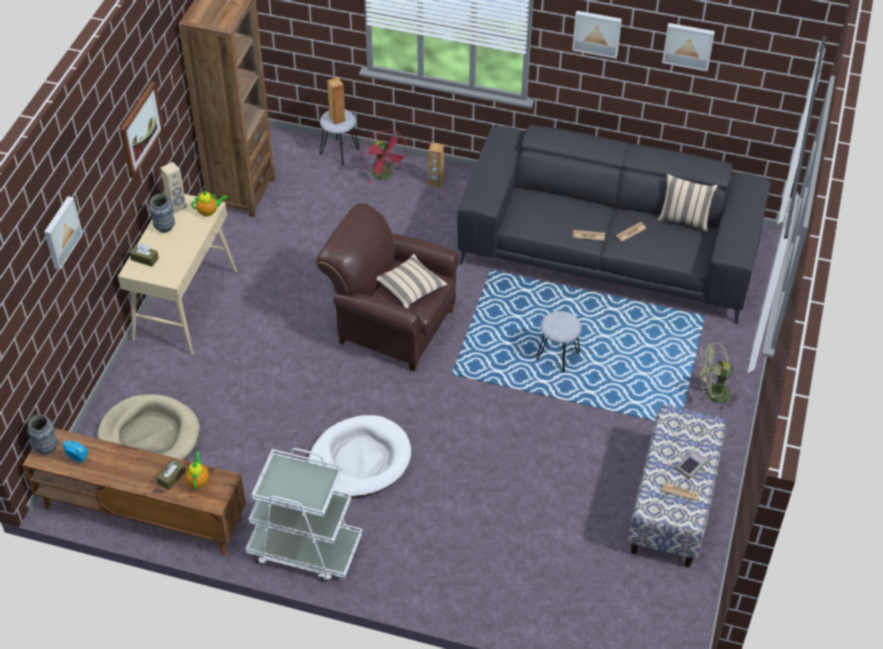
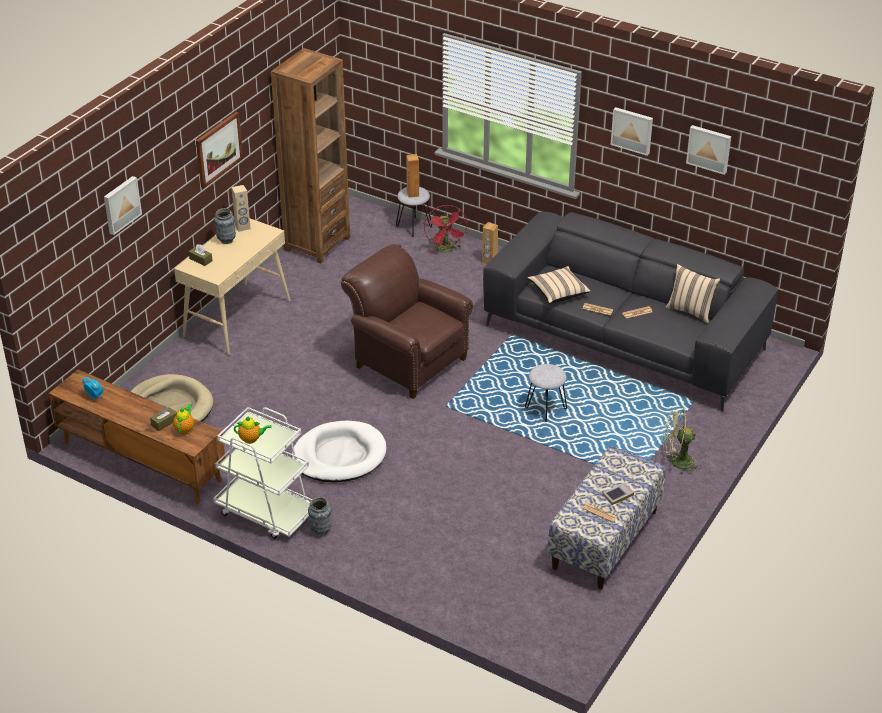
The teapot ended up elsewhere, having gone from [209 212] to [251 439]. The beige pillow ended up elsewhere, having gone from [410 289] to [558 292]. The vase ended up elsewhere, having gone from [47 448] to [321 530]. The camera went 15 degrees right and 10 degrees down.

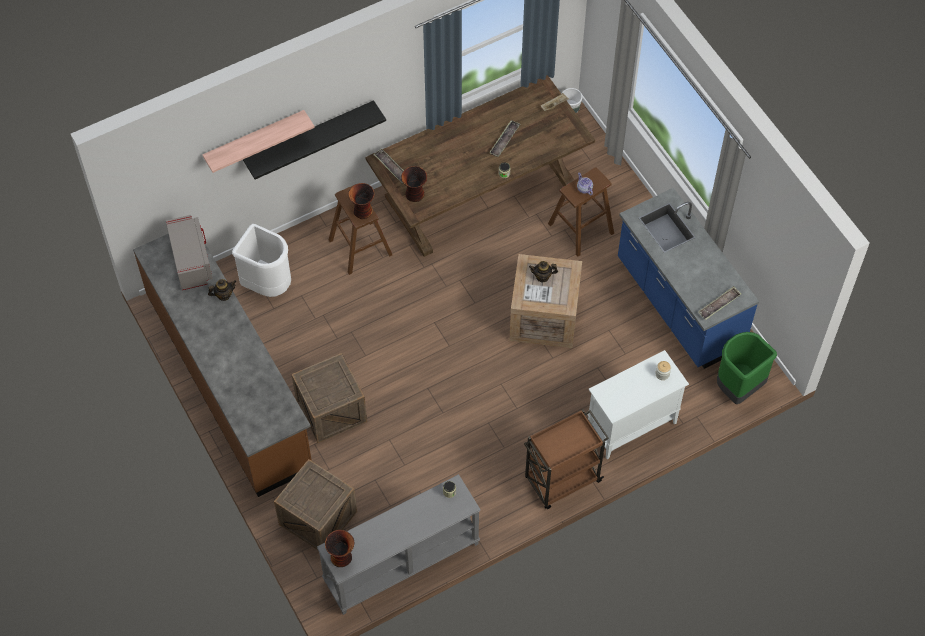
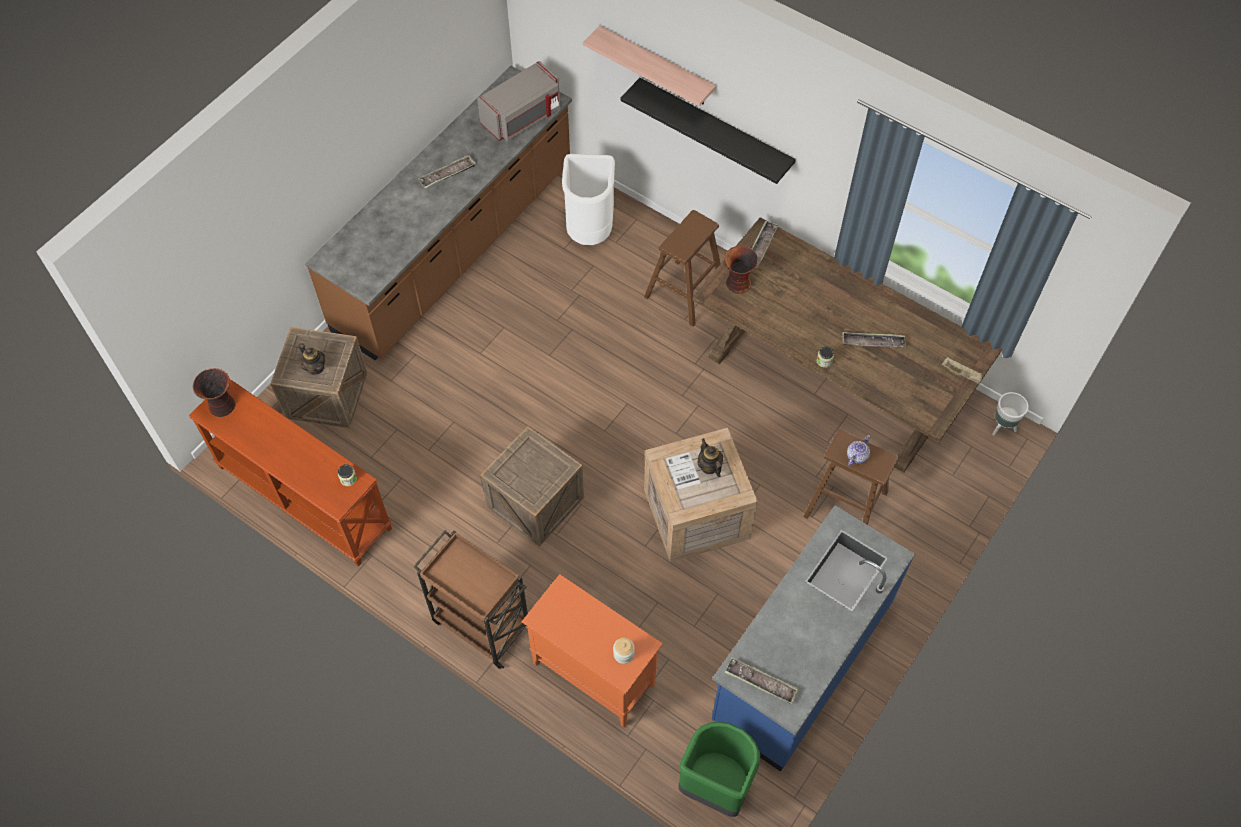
The second view lost the vase at [362 211]. The teapot ended up elsewhere, having gone from [223 295] to [315 367]. What was the white cabinet at [630 426] turned into the orange cabinet at [592 674]. The crate ended up elsewhere, having gone from [331 410] to [535 502]. What was the grey console table at [401 563] turned into the brown console table at [303 498]. The second view gained the tray at [447 174]. The camera went 65 degrees right and 0 degrees up.

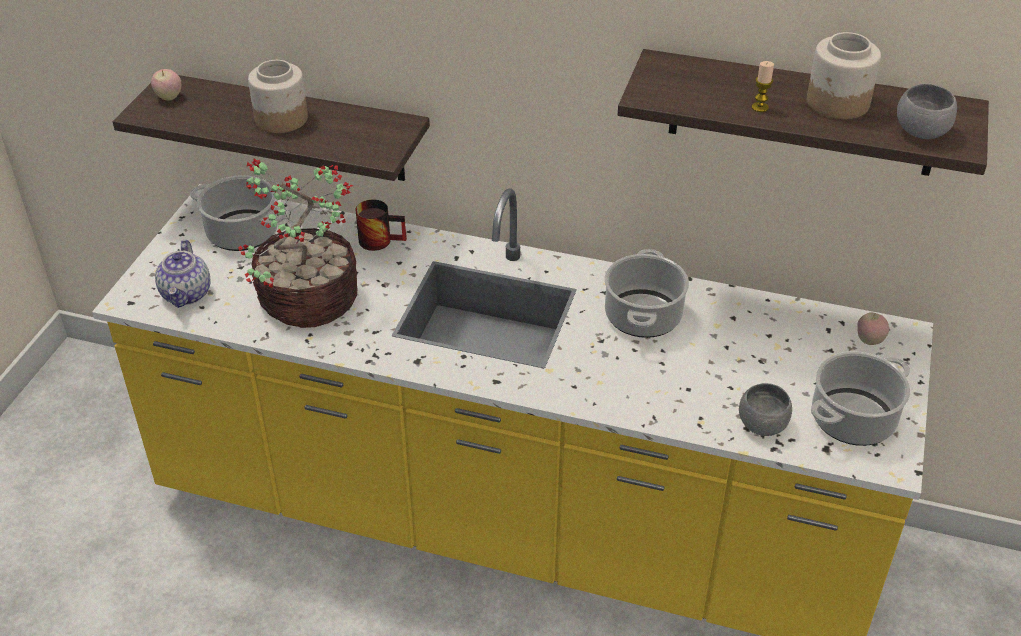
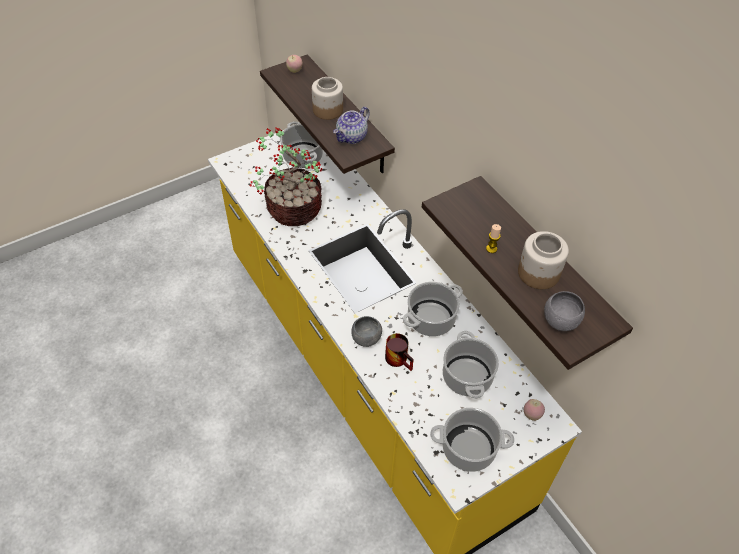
The mug ended up elsewhere, having gone from [381 239] to [400 359]. The teapot ended up elsewhere, having gone from [187 294] to [352 137]. The grey bowl ended up elsewhere, having gone from [762 425] to [366 338]. The second view gained the cooking pot at [466 376]. The camera went 40 degrees right and 10 degrees up.

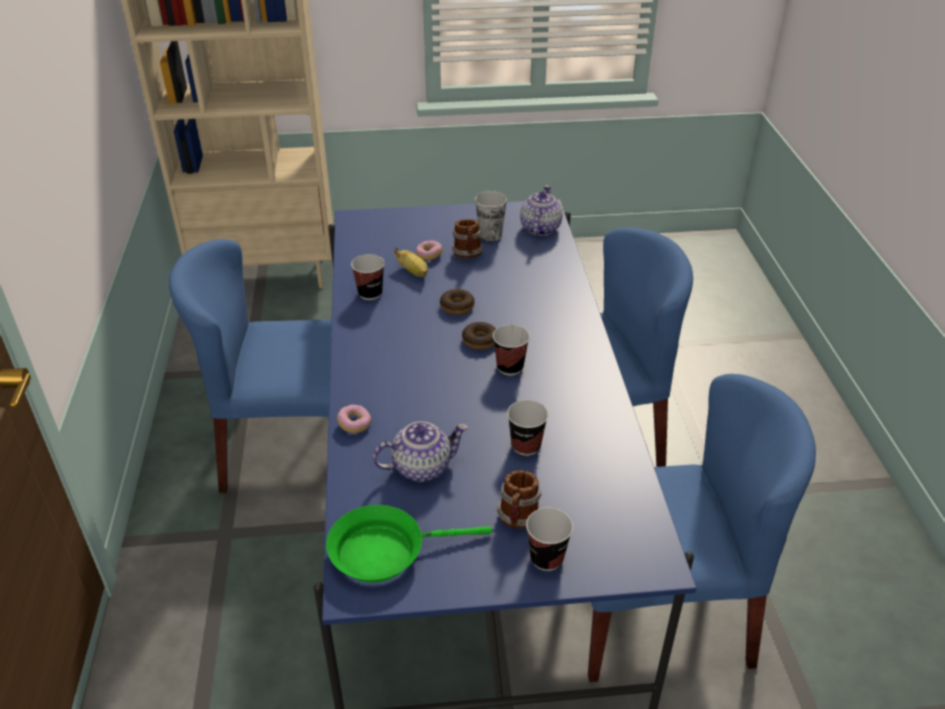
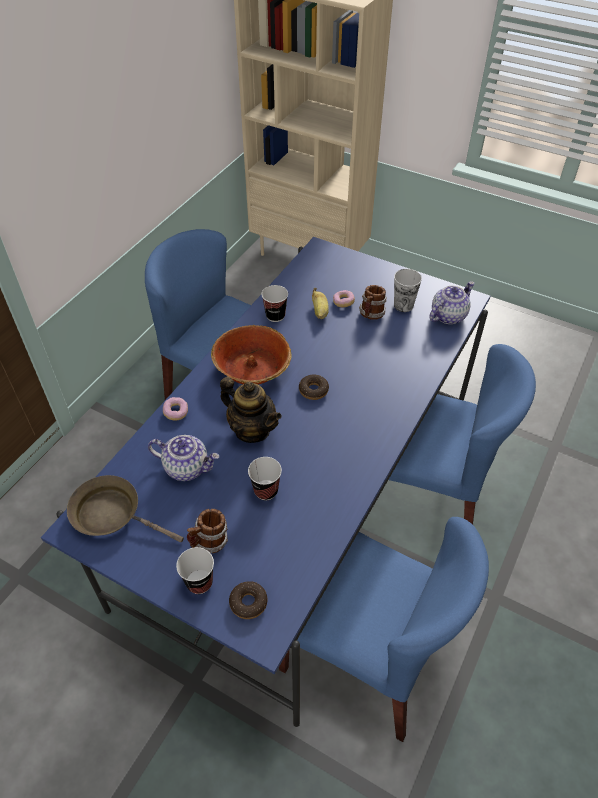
The donut ended up elsewhere, having gone from [457 306] to [248 603]. The second view lost the cup at [510 367]. What was the green frying pan at [385 551] turned into the brown frying pan at [112 514]. The second view gained the bowl at [252 369]. The second view gained the teapot at [252 430]. The camera went 35 degrees right and 10 degrees up.

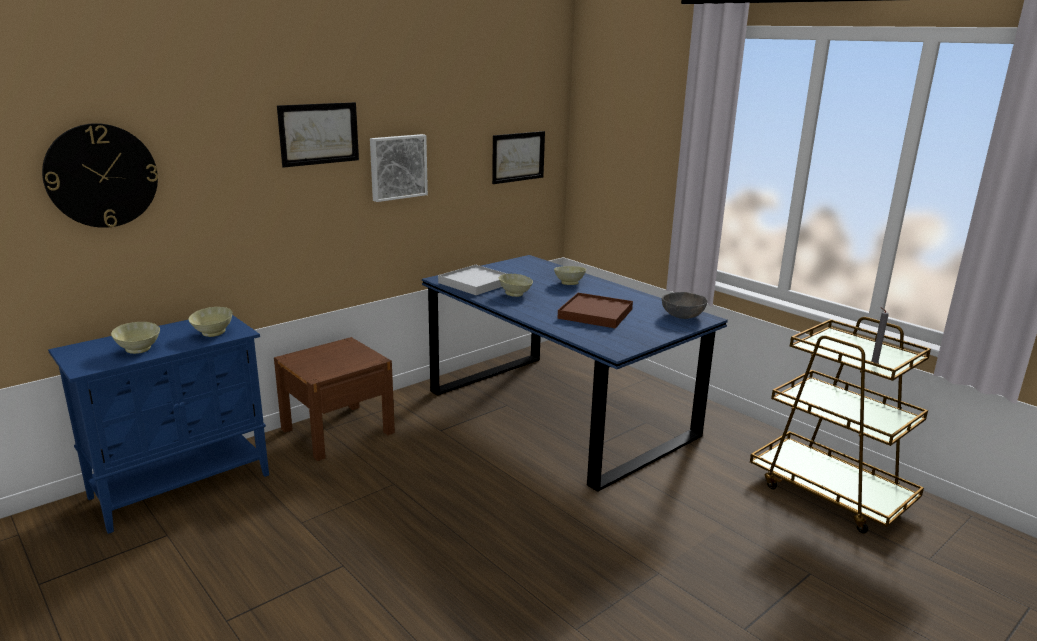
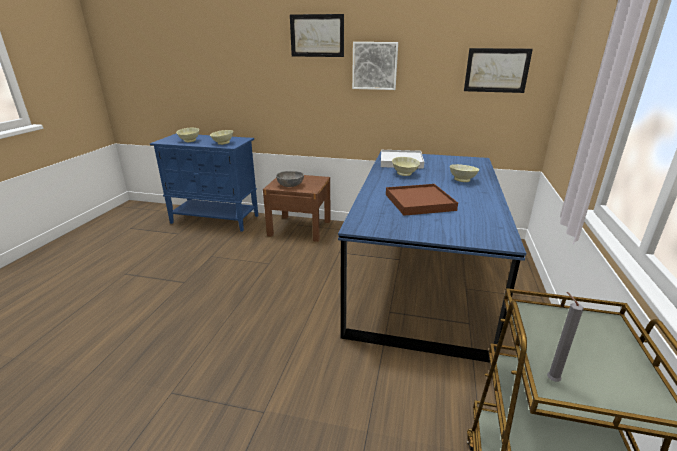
The second view lost the wall clock at [101 176]. The grey bowl ended up elsewhere, having gone from [683 316] to [290 185]. The camera went 55 degrees right and 5 degrees up.

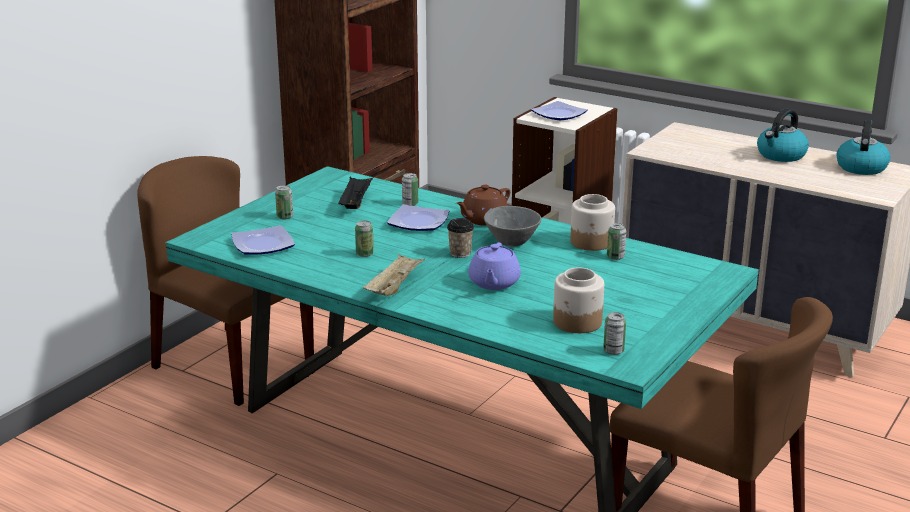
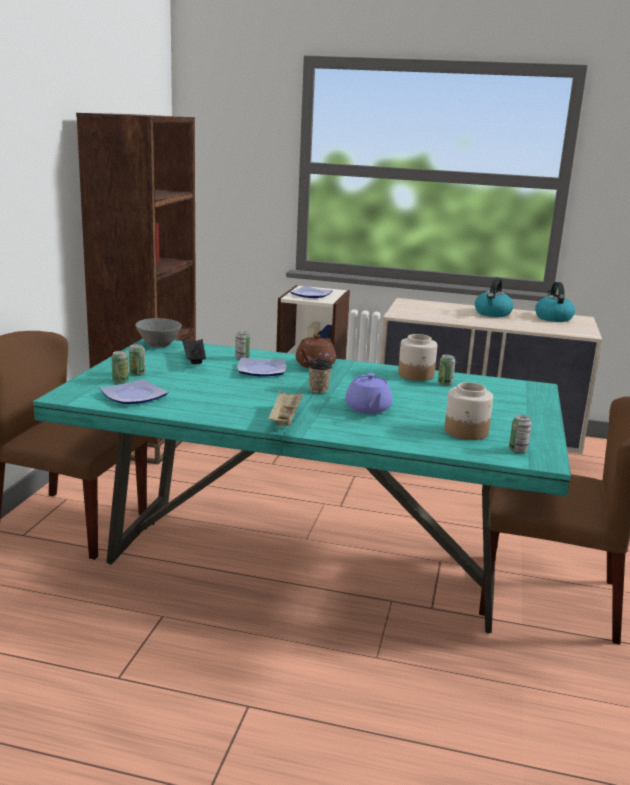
The grey bowl ended up elsewhere, having gone from [510 242] to [157 345]. The can ended up elsewhere, having gone from [364 254] to [120 381]. The camera went 20 degrees left and 5 degrees down.

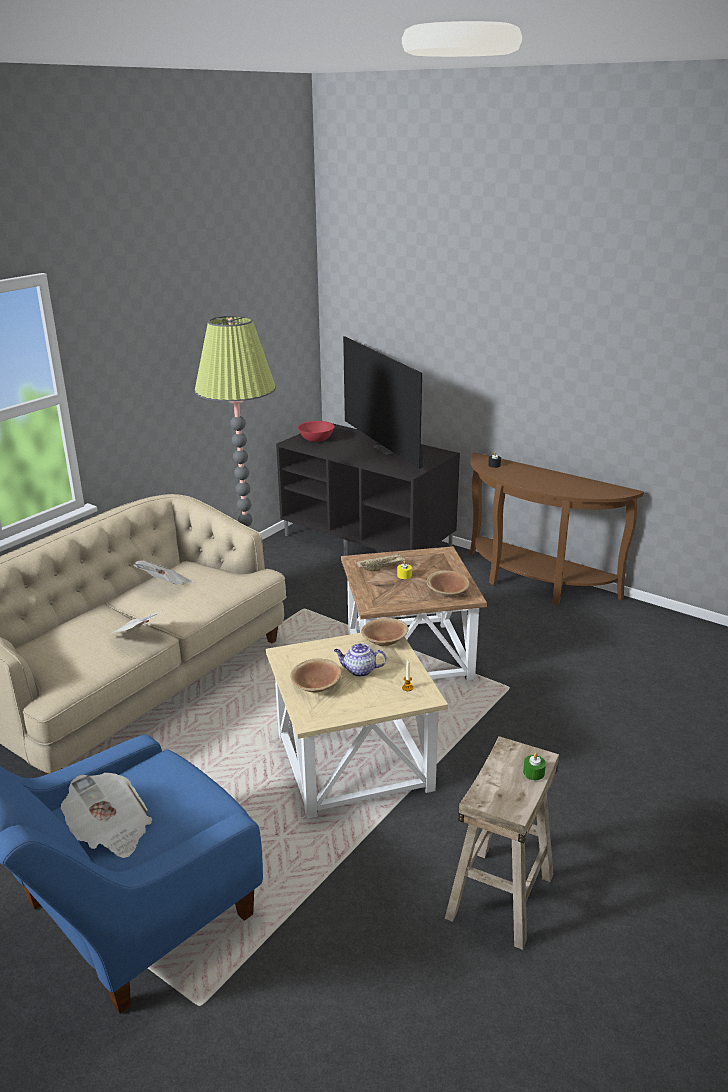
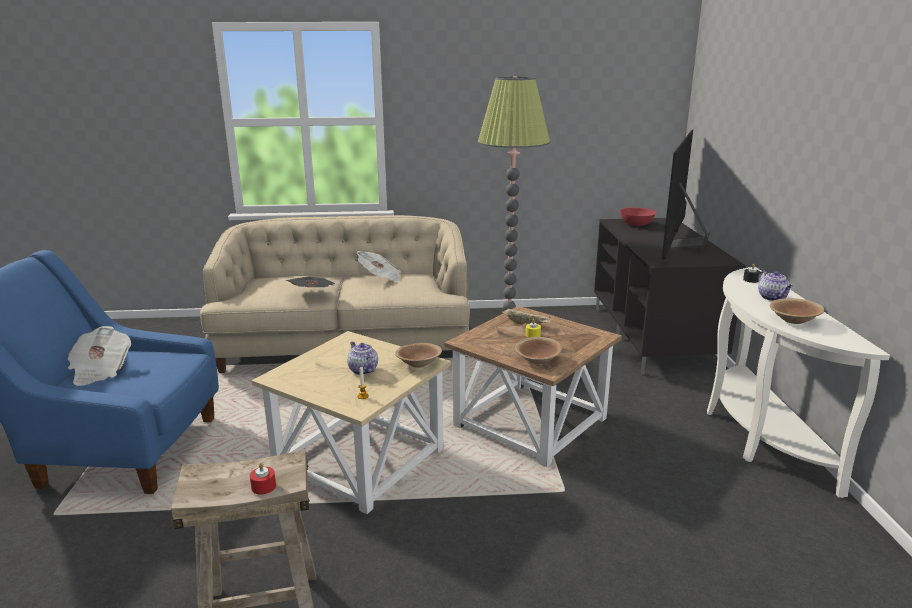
What was the brown console table at [534 583] turned into the white console table at [756 433]. The brown bowl ended up elsewhere, having gone from [316 686] to [793 320]. What was the green candle at [533 773] turned into the red candle at [263 487]. The second view gained the teapot at [773 298]. The camera went 50 degrees right and 5 degrees down.

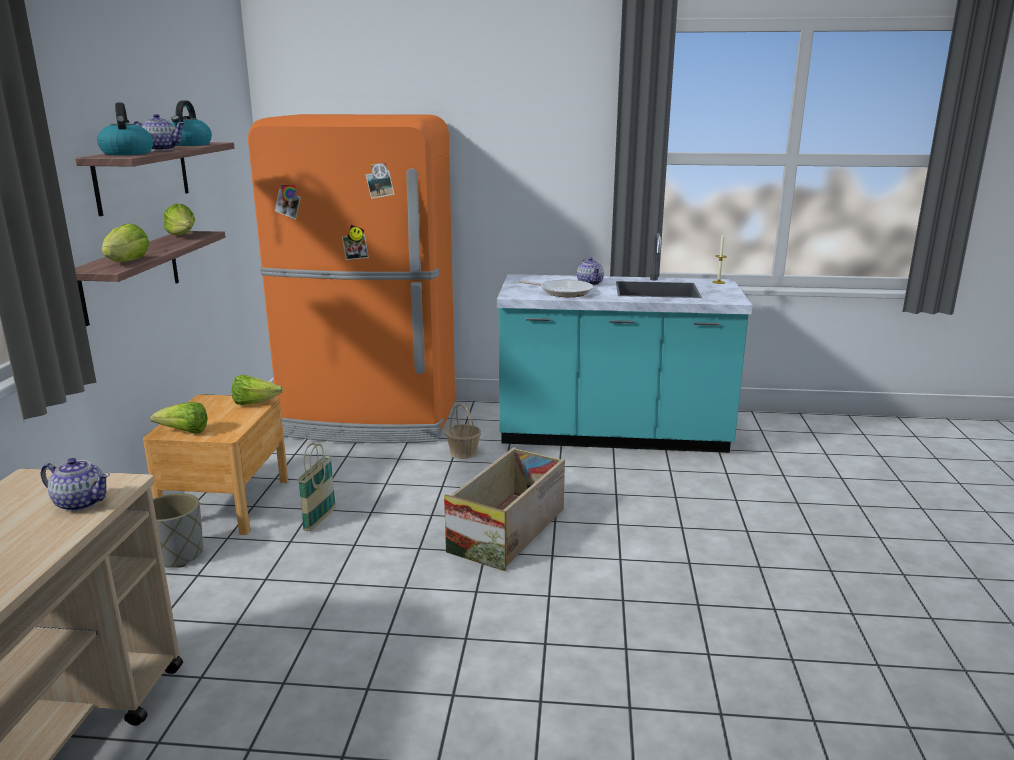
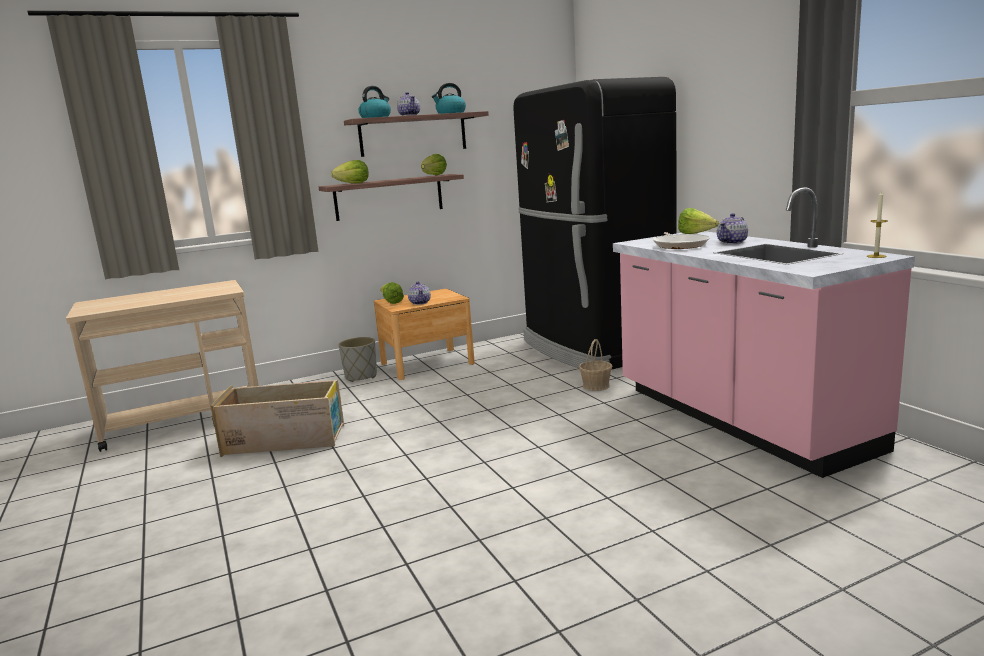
What was the orange fridge at [370 419] turned into the black fridge at [593 348]. What was the turquoise counter at [613 436] turned into the pink counter at [738 419]. The lettuce ended up elsewhere, having gone from [255 403] to [696 235]. The second view lost the basket at [320 520]. The crate ended up elsewhere, having gone from [508 530] to [286 440]. The teapot ended up elsewhere, having gone from [80 503] to [420 303]. The camera went 60 degrees right and 5 degrees down.

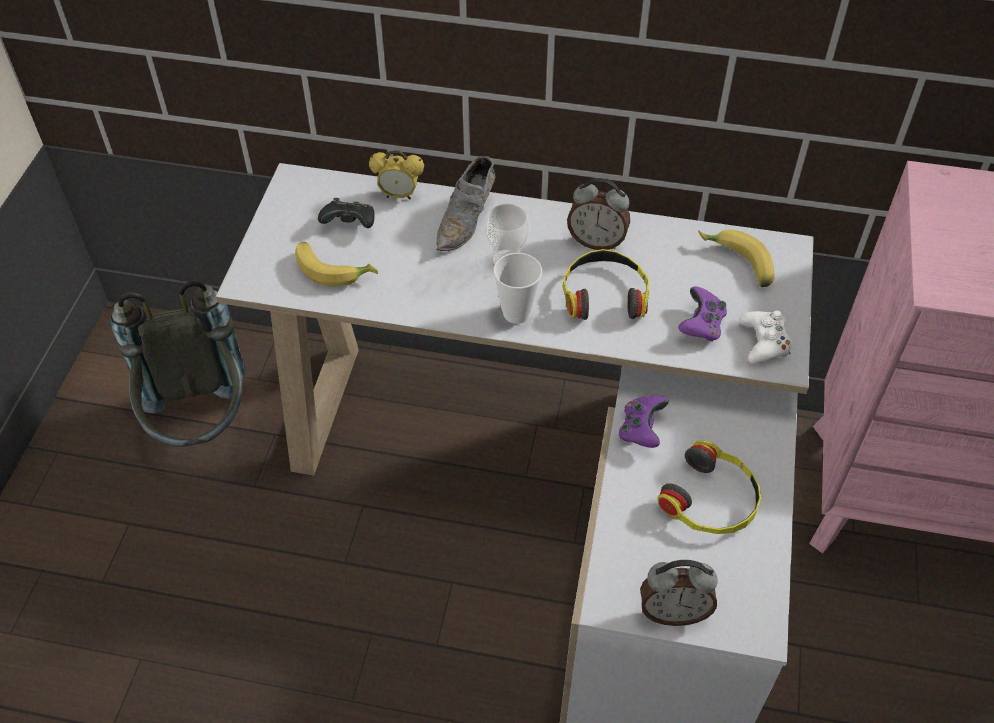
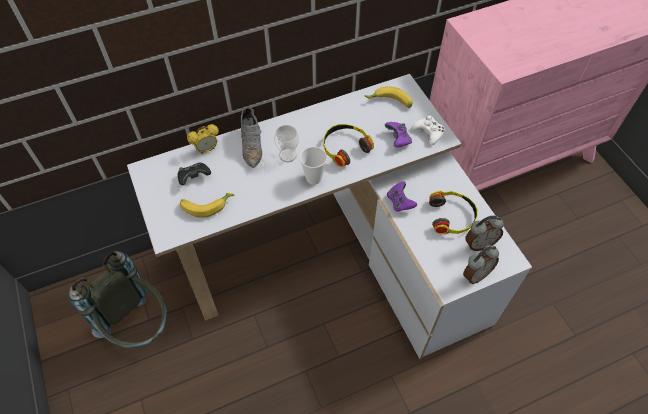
The alarm clock ended up elsewhere, having gone from [596 241] to [479 243]. The camera went 35 degrees left and 5 degrees up.

